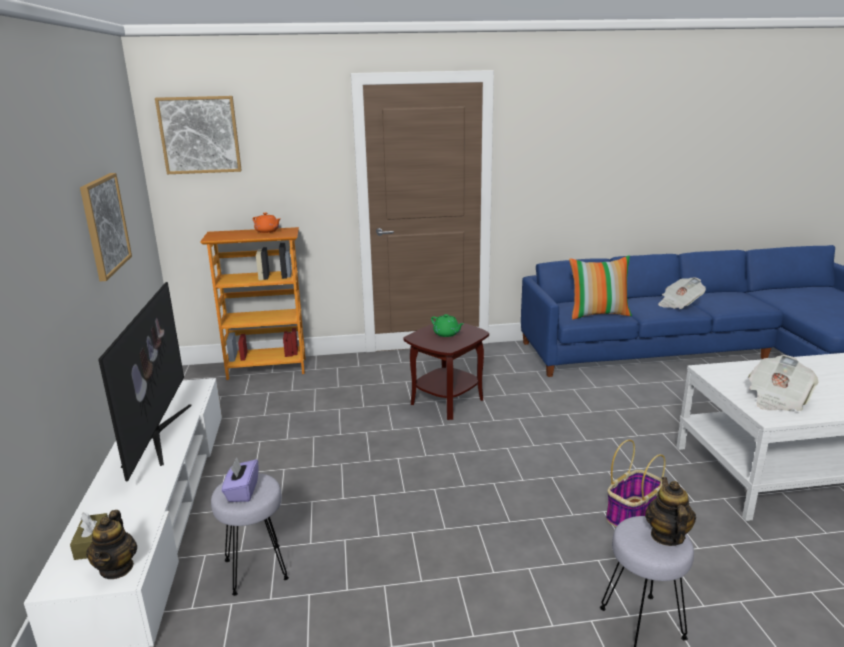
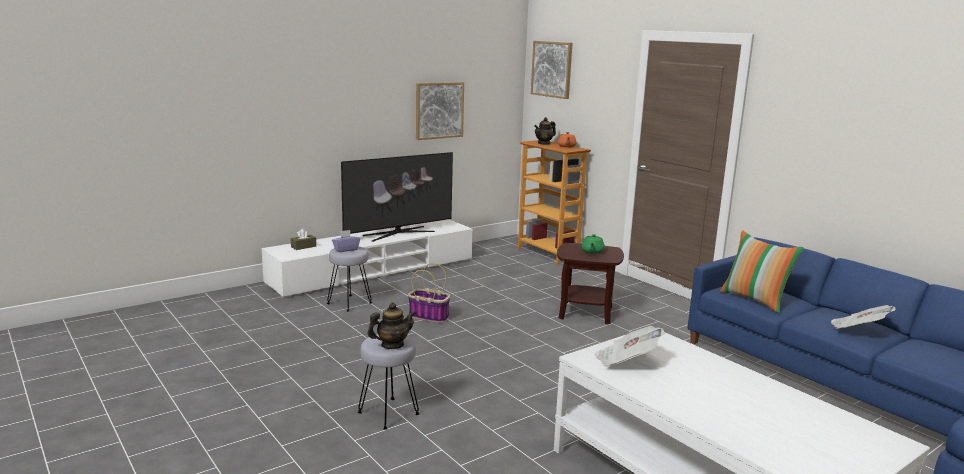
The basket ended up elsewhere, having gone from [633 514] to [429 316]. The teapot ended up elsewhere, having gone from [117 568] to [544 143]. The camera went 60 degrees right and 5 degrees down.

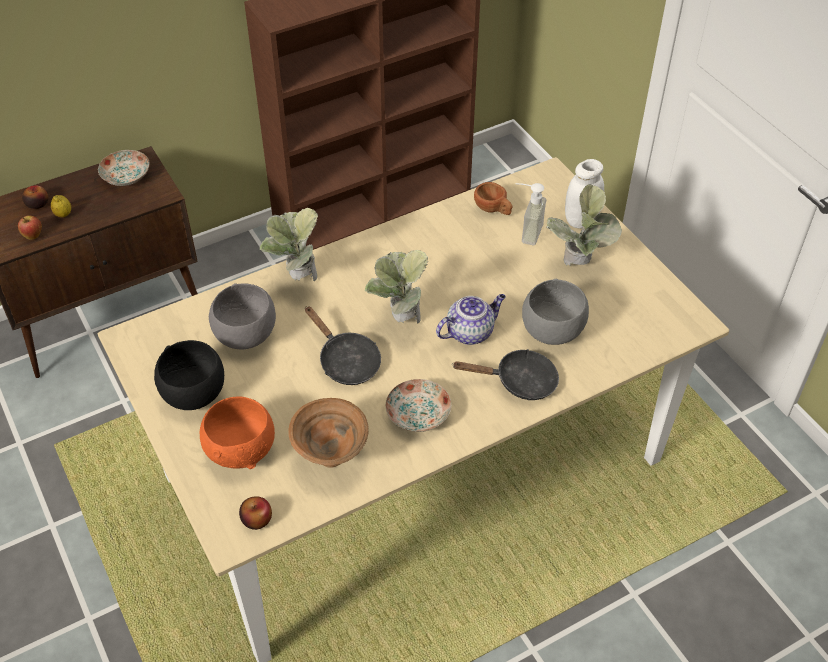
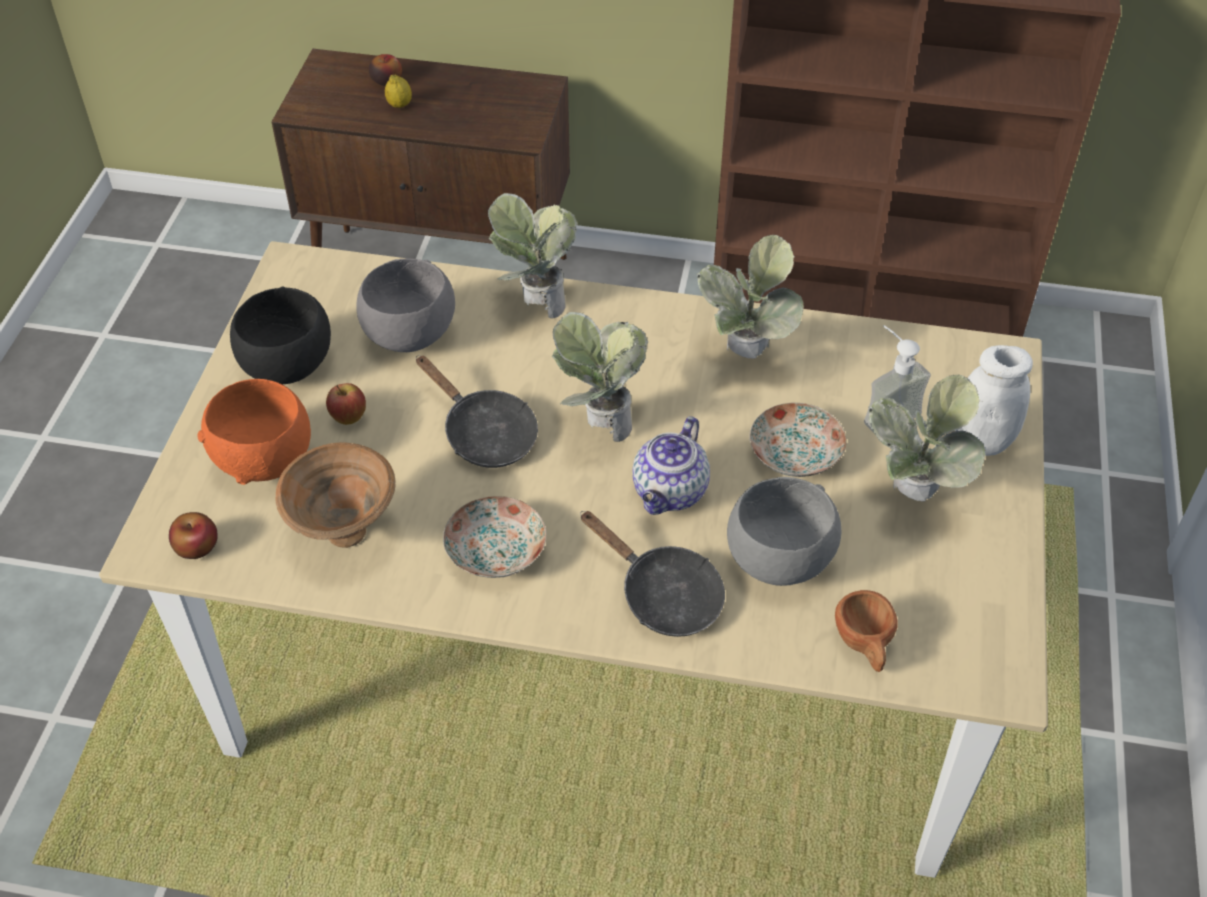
The plate ended up elsewhere, having gone from [126 176] to [795 455]. The brown cup ended up elsewhere, having gone from [493 209] to [865 645]. The apple ended up elsewhere, having gone from [33 236] to [349 418]. The teapot at [470 332] ended up facing another way, 105 degrees clockwise from before. The black frying pan at [346 361] ended up facing another way, 45 degrees counterclockwise from before. The second view gained the potted plant at [743 359]. The camera went 40 degrees right and 0 degrees up.

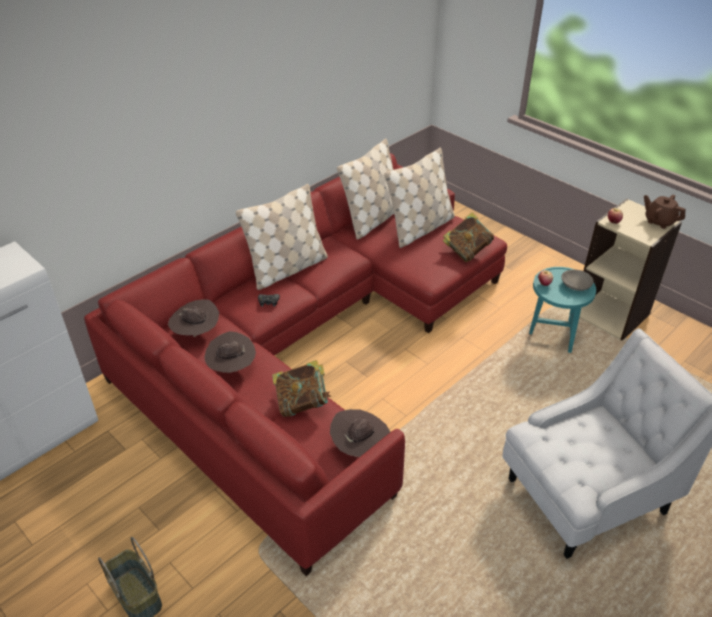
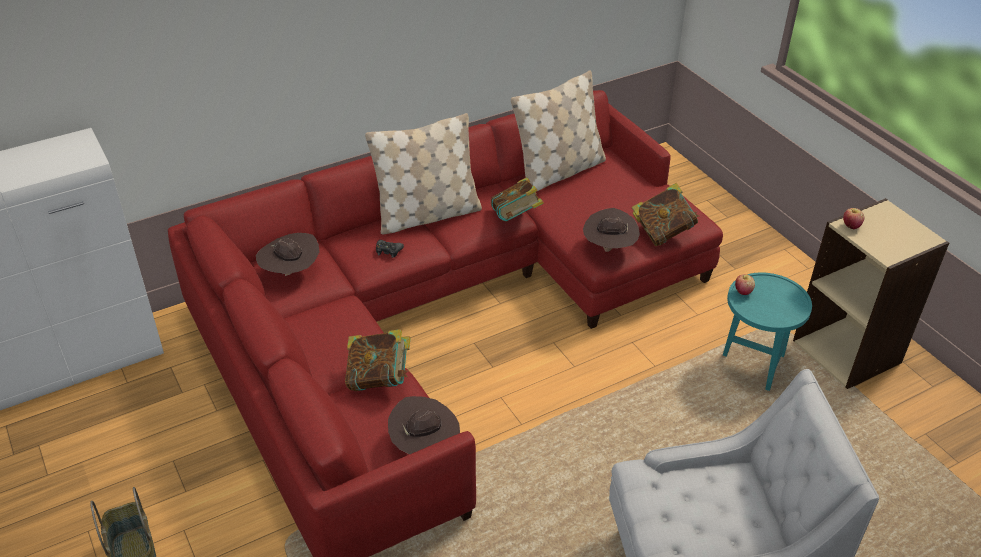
The second view lost the beige pillow at [420 228]. The second view lost the brown teapot at [659 221]. The second view lost the grey bowl at [575 284]. The brown hat ended up elsewhere, having gone from [232 368] to [609 248]. The second view gained the book at [516 218]. The camera went 15 degrees right and 0 degrees up.

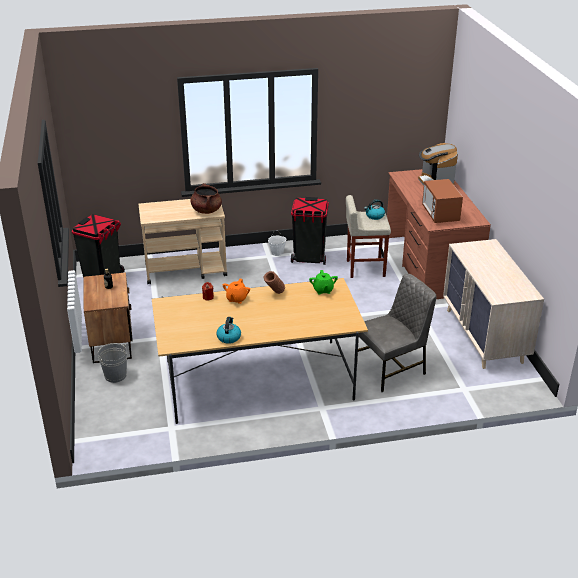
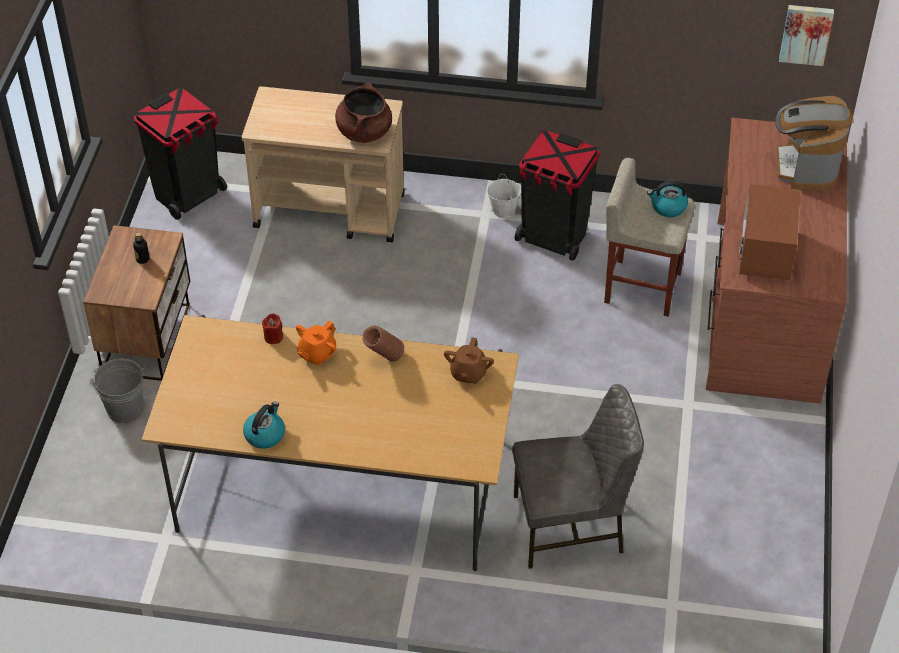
The second view lost the beige dresser at [484 336]. What was the green teapot at [323 290] turned into the brown teapot at [468 373]. The second view gained the picture at [806 33]. The camera went 20 degrees right and 15 degrees up.

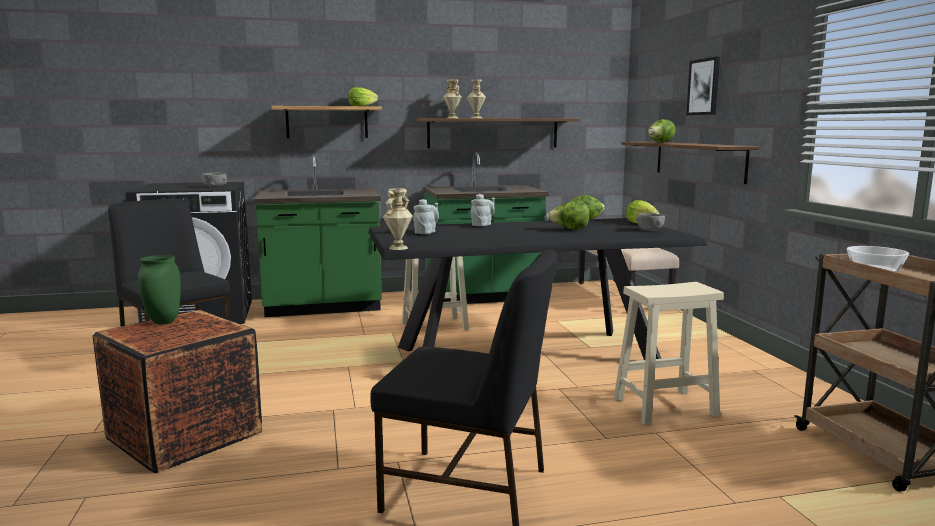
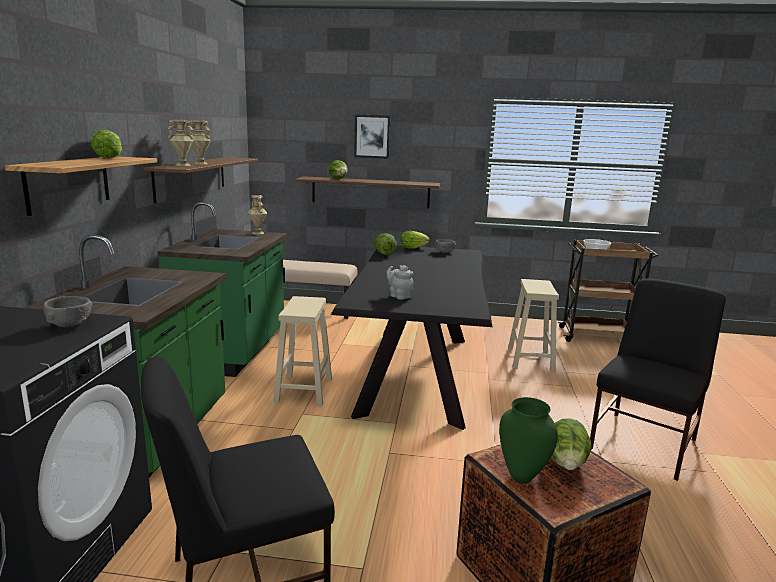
The beige vase ended up elsewhere, having gone from [398 248] to [258 233]. The second view lost the grey teapot at [482 225]. The lettuce ended up elsewhere, having gone from [569 229] to [566 465]. The camera went 70 degrees left and 5 degrees up.

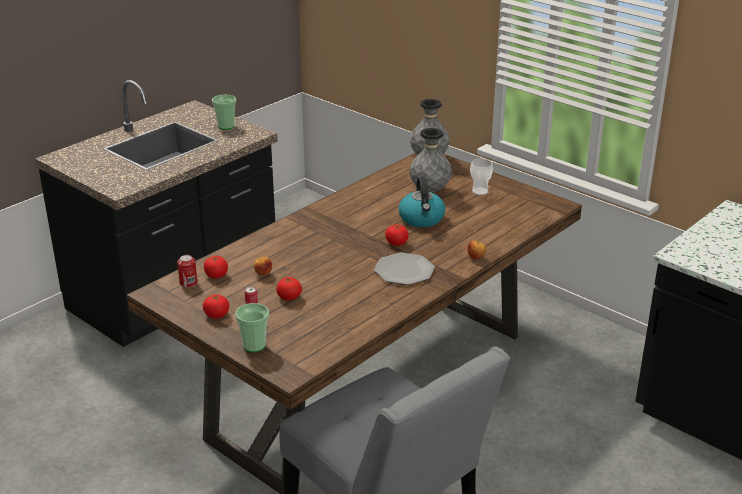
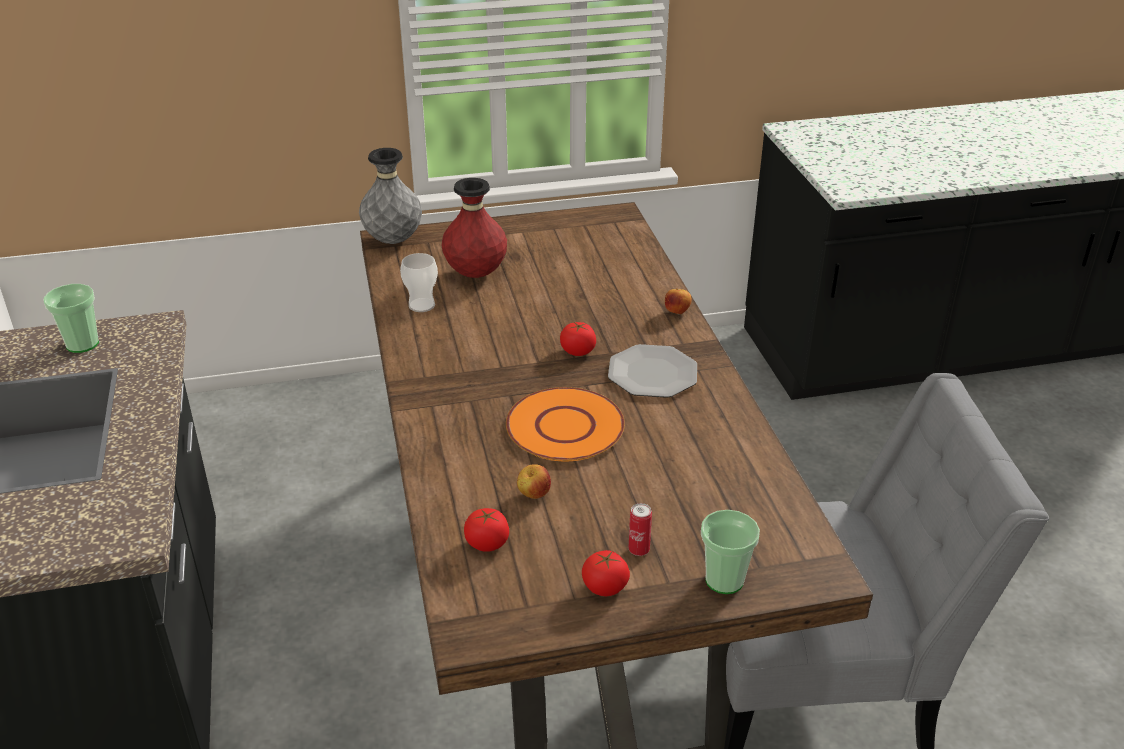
What was the grey vase at [429 190] turned into the red vase at [475 274]. The cup ended up elsewhere, having gone from [480 191] to [421 305]. The second view lost the kettle at [422 219]. The second view lost the can at [188 283]. The second view lost the tomato at [289 297]. The second view gained the orange plate at [566 427]. The camera went 55 degrees left and 5 degrees up.

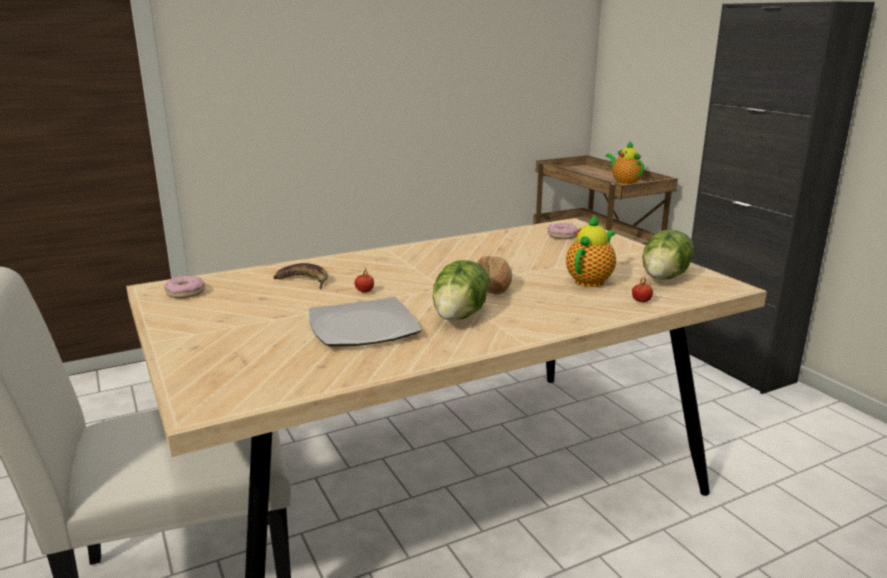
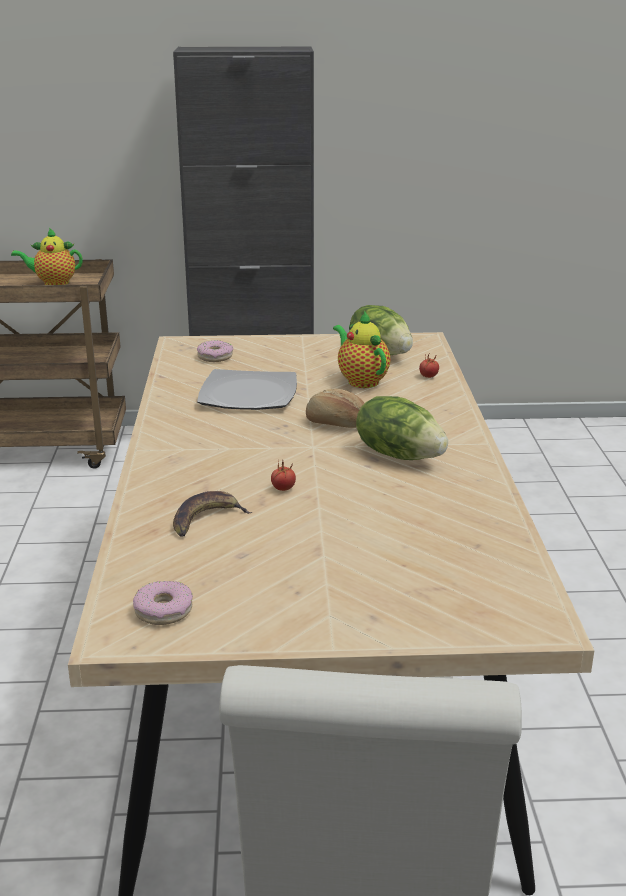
The plate ended up elsewhere, having gone from [364 326] to [247 394]. The camera went 65 degrees left and 5 degrees up.

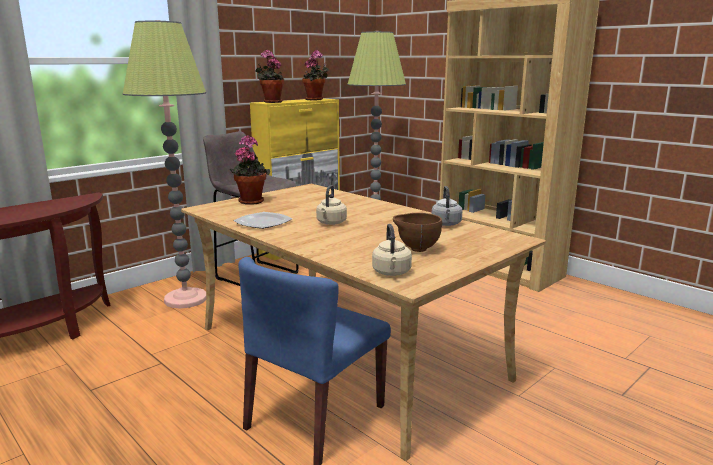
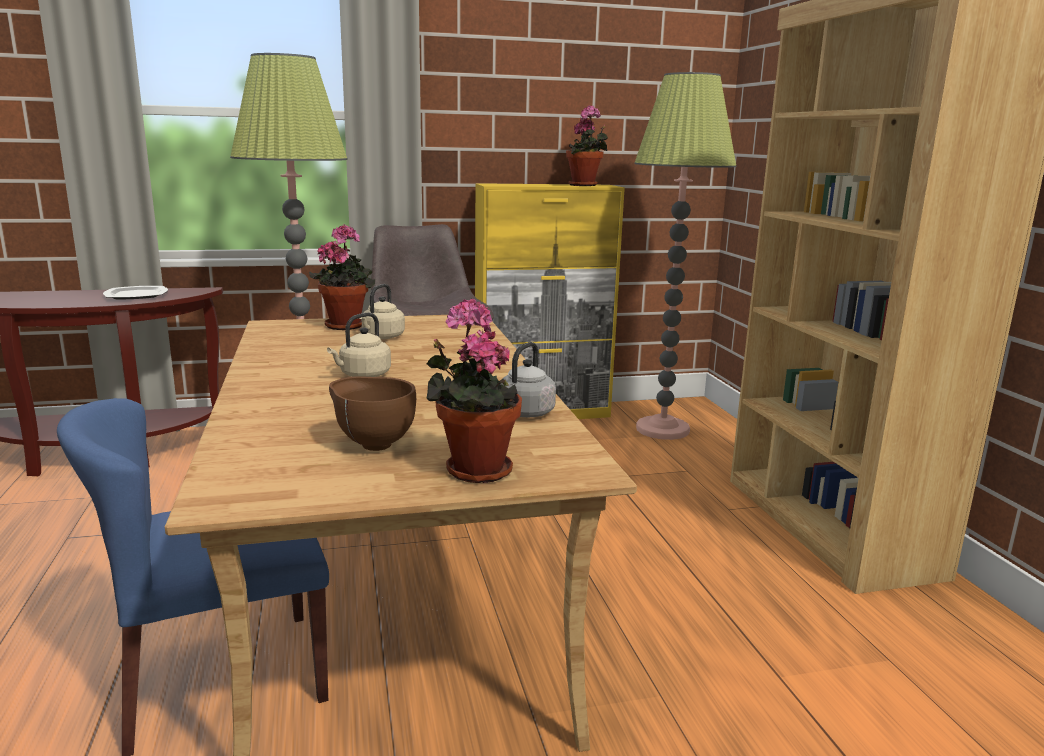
The potted plant ended up elsewhere, having gone from [271 102] to [473 469]. The plate ended up elsewhere, having gone from [264 222] to [137 295]. The beige kettle ended up elsewhere, having gone from [391 273] to [381 337]. The camera went 30 degrees right and 0 degrees up.

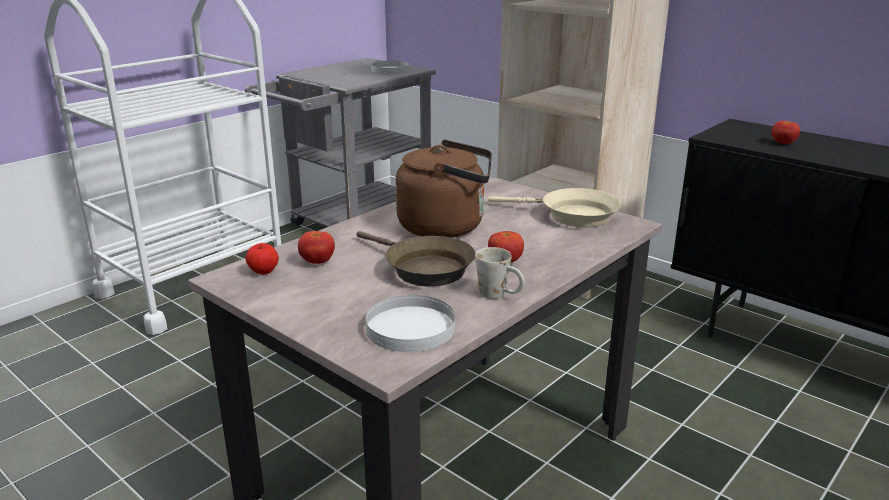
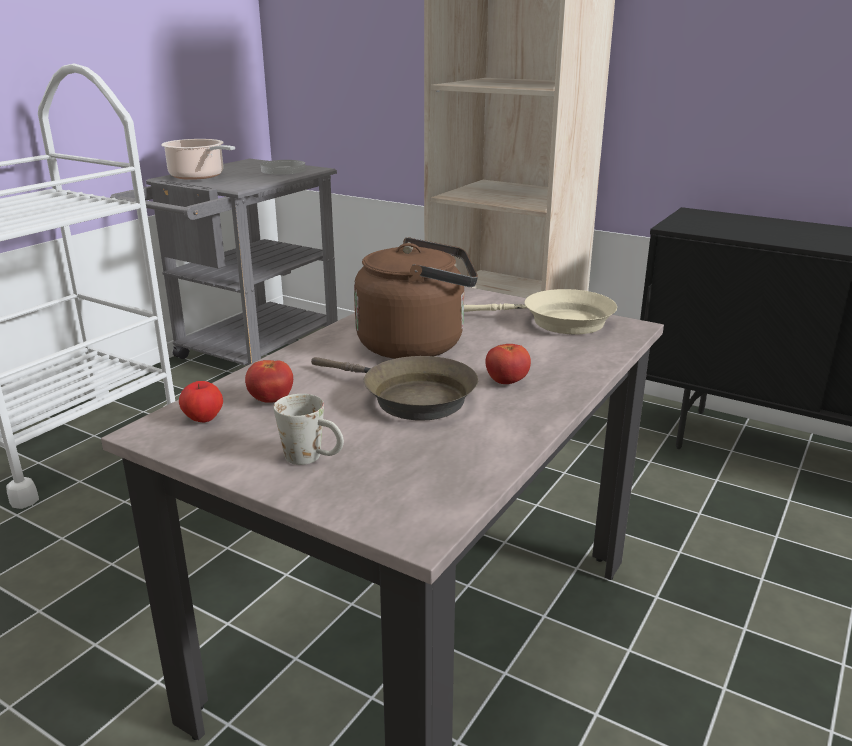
The second view lost the tomato at [783 143]. The white mug ended up elsewhere, having gone from [500 295] to [313 458]. The second view lost the white plate at [411 327]. The second view gained the cooking pot at [199 176]. The camera went 10 degrees left and 0 degrees up.

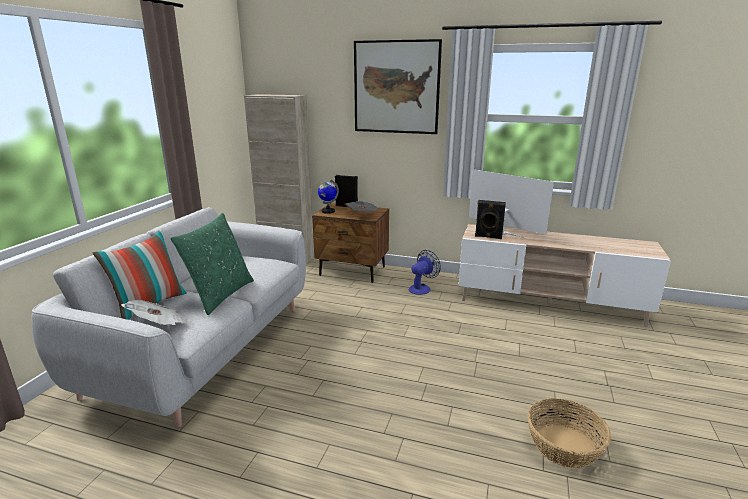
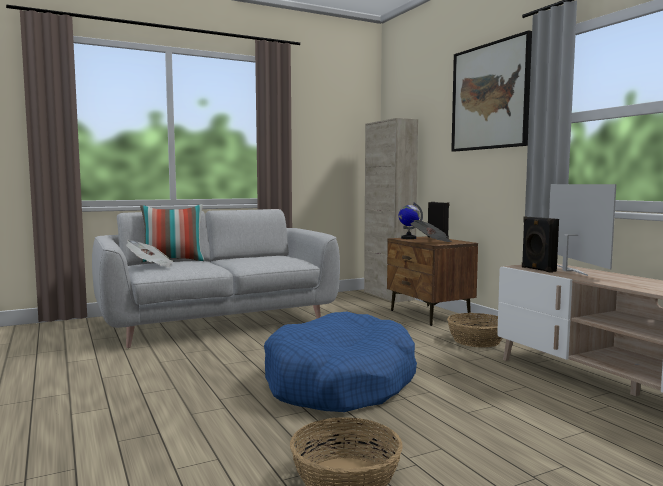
The second view lost the green pillow at [220 295]. Where the fan stood at [422 288], the basket came to stand at [476 341]. The second view gained the blue dog bed at [340 383]. The camera went 45 degrees right and 15 degrees down.

